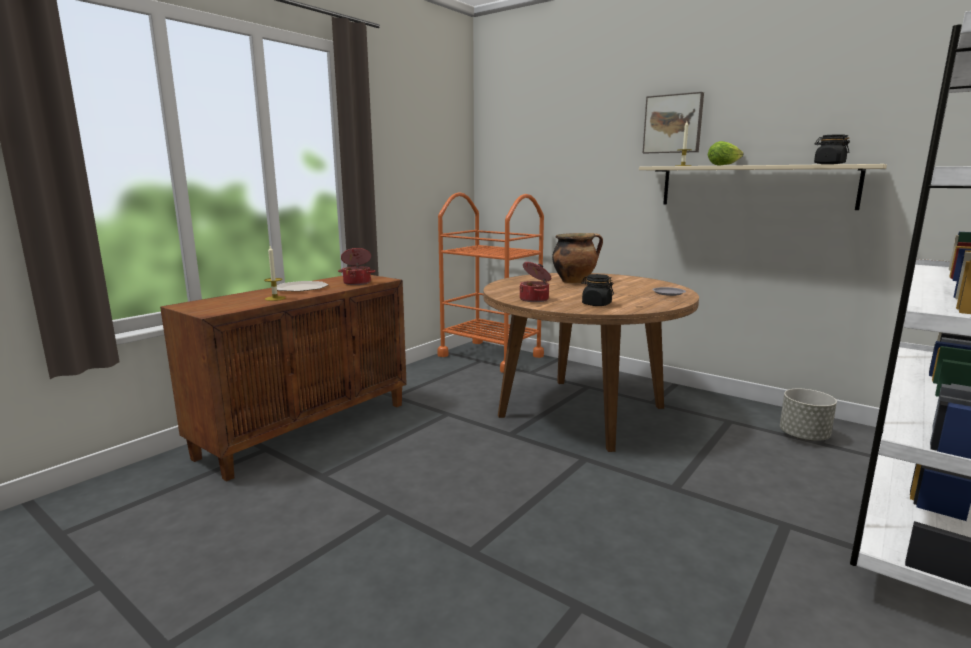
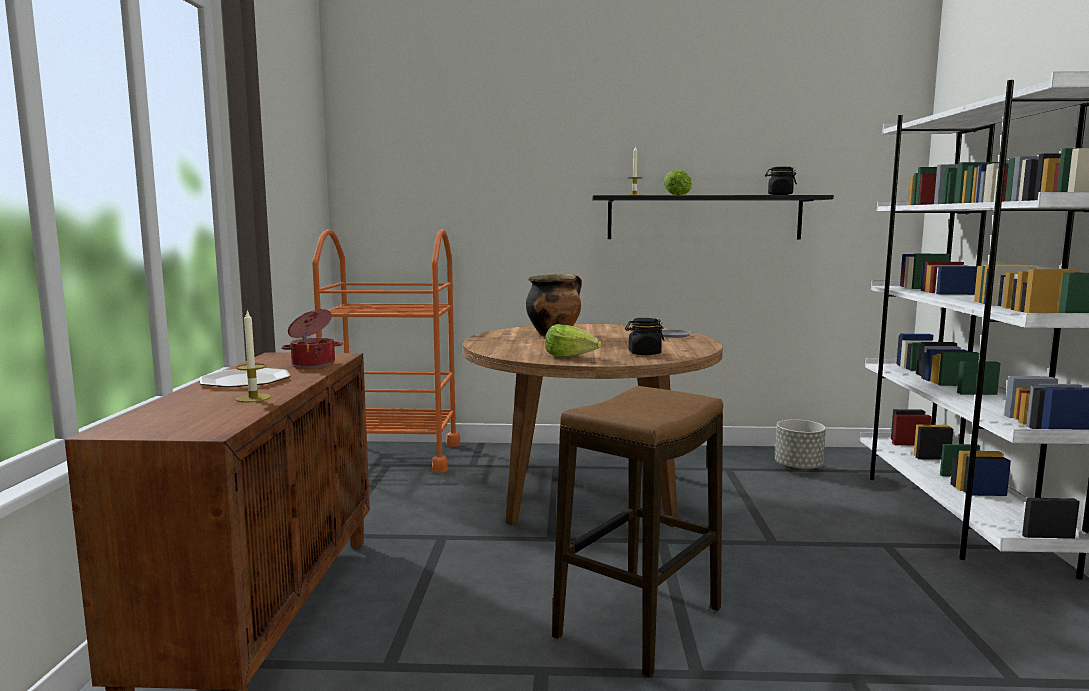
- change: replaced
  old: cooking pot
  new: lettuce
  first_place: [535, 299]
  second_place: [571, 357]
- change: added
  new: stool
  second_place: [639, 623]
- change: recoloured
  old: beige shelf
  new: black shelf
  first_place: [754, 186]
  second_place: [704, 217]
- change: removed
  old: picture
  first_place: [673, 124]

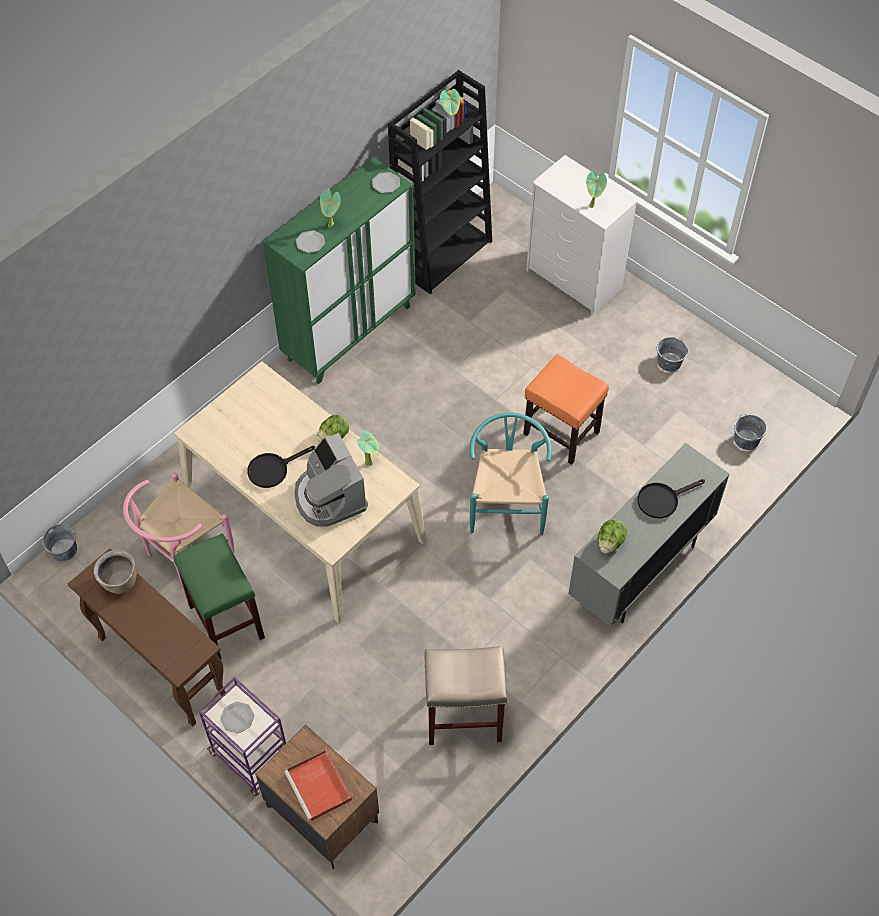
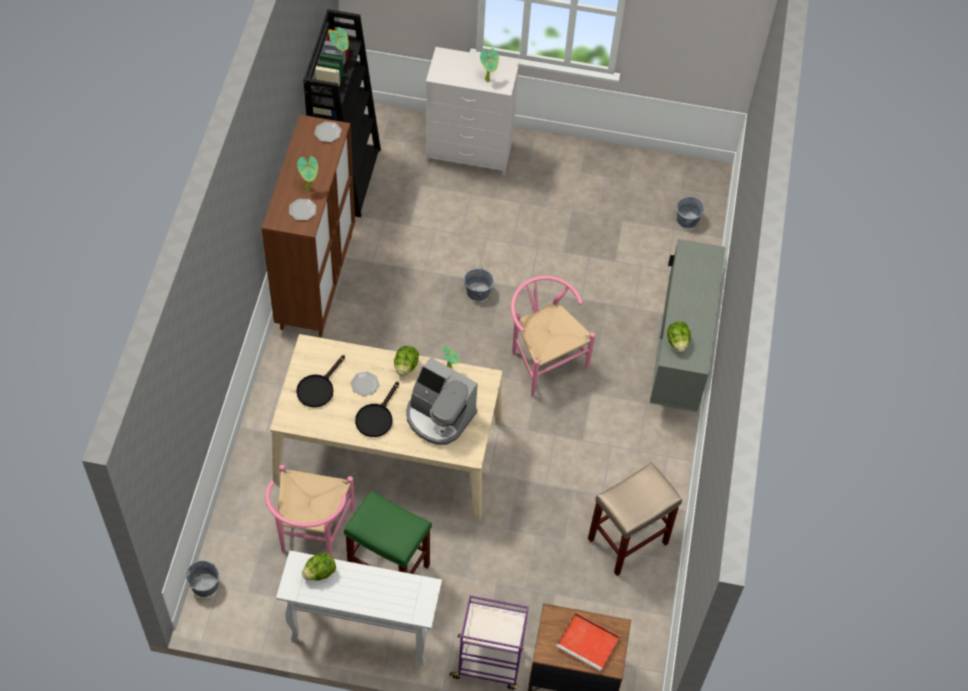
- change: recoloured
  old: green cabinet
  new: brown cabinet
  first_place: [349, 332]
  second_place: [316, 281]
- change: recoloured
  old: brown console table
  new: white console table
  first_place: [161, 665]
  second_place: [361, 633]
- change: moved
  old: black frying pan
  first_place: [662, 499]
  second_place: [318, 388]
- change: replaced
  old: brown cooking pot
  new: lettuce
  first_place: [120, 582]
  second_place: [320, 572]
- change: moved
  old: plate
  first_place: [237, 718]
  second_place: [365, 384]
- change: moved
  old: grey bucket
  first_place: [669, 362]
  second_place: [478, 291]
- change: recoloured
  old: turquoise chair
  new: pink chair
  first_place: [506, 503]
  second_place: [543, 358]
- change: removed
  old: orange stool
  first_place: [560, 433]

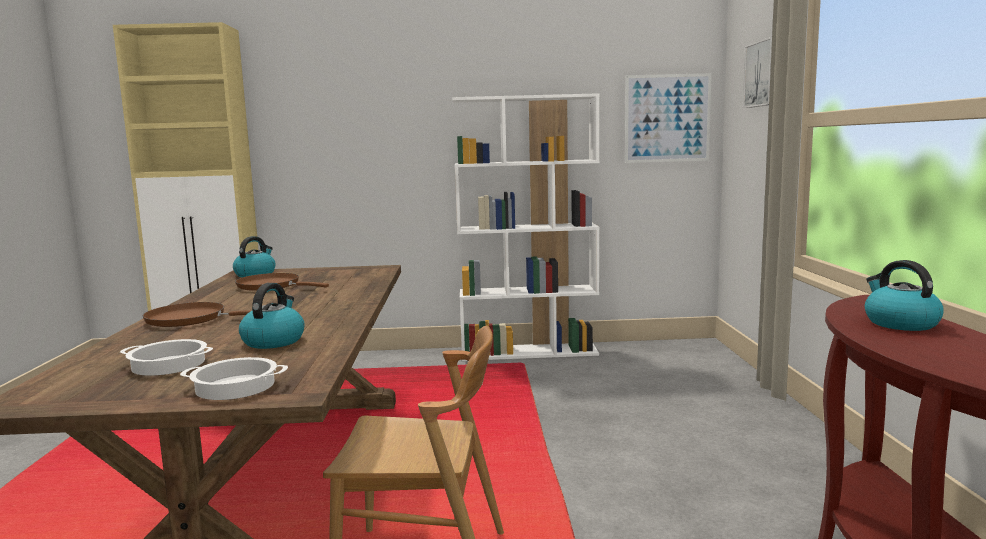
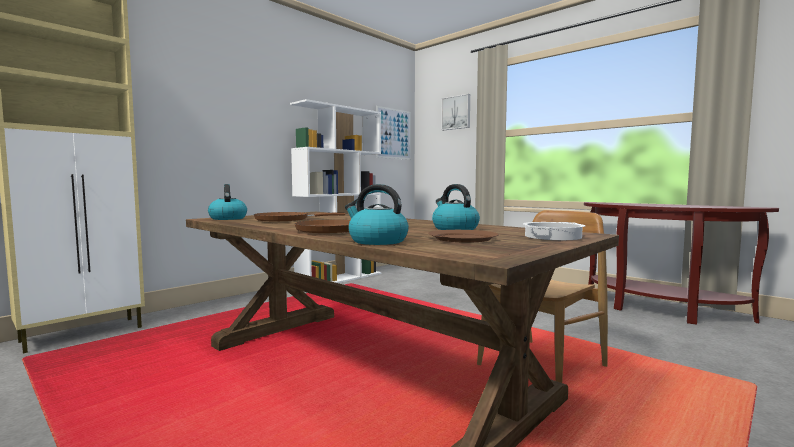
- change: moved
  old: kettle
  first_place: [899, 323]
  second_place: [377, 241]
- change: replaced
  old: cooking pot
  new: brown plate
  first_place: [169, 364]
  second_place: [463, 238]

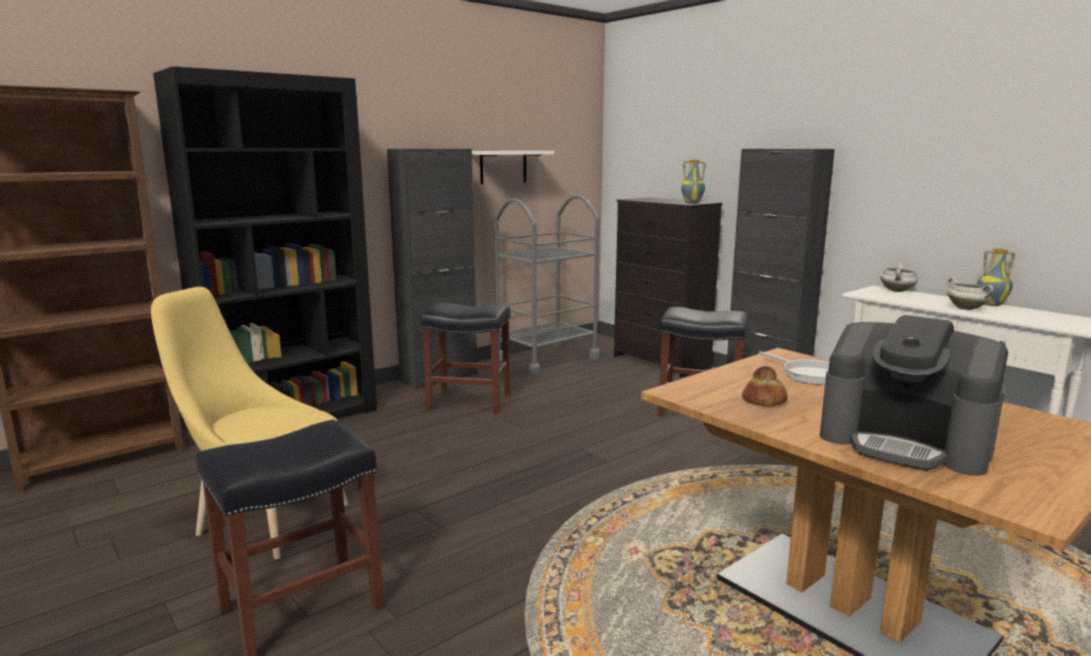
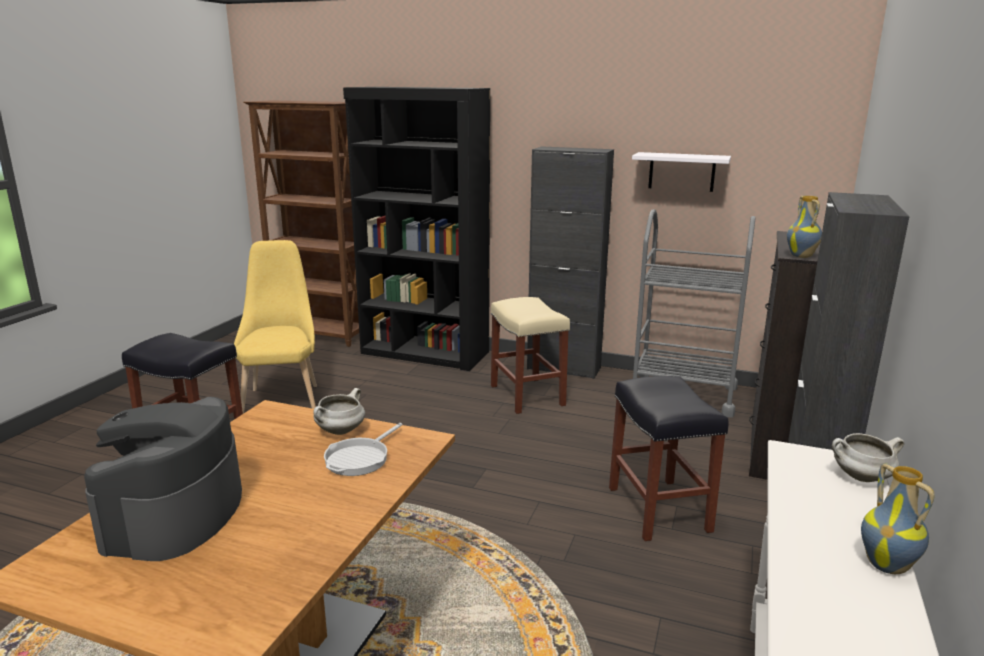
- change: moved
  old: white cooking pot
  first_place: [967, 309]
  second_place: [340, 431]
- change: recoloured
  old: black stool
  new: beige stool
  first_place: [470, 402]
  second_place: [528, 396]
- change: removed
  old: bread
  first_place: [765, 400]

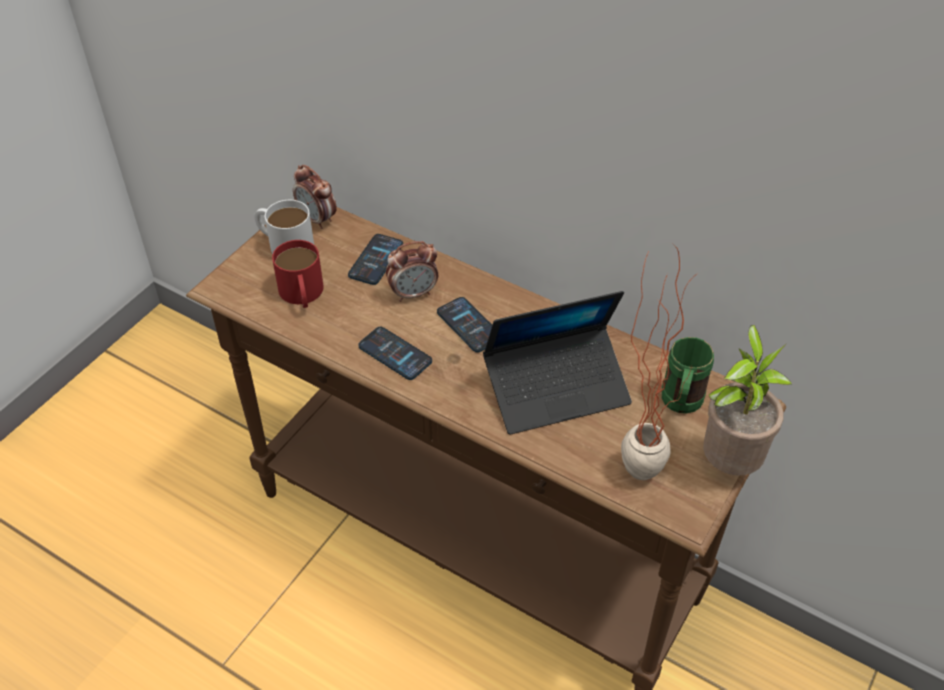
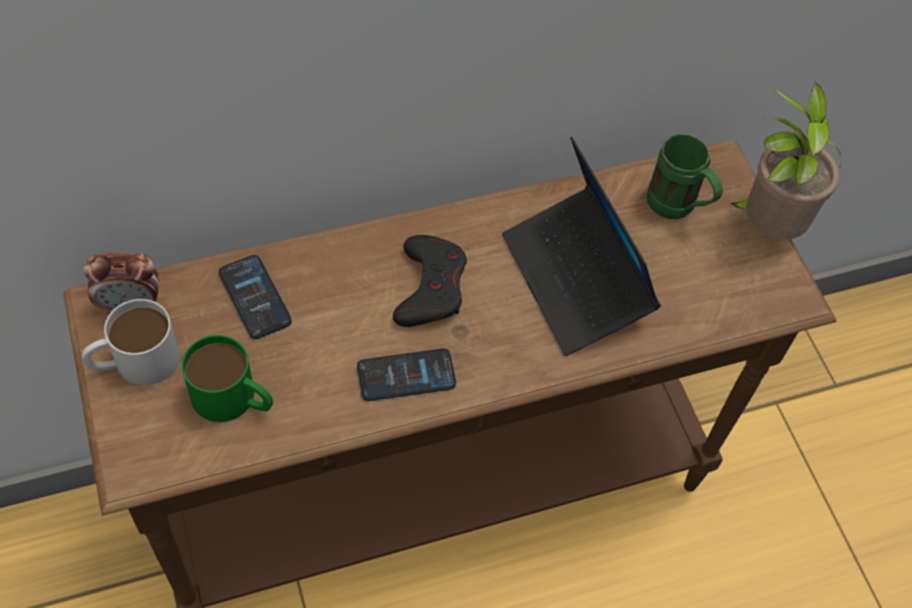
- change: recoloured
  old: red mug
  new: green mug
  first_place: [302, 295]
  second_place: [234, 399]
- change: replaced
  old: phone
  new: black game controller
  first_place: [469, 325]
  second_place: [430, 287]
- change: turned
  old: laptop
  first_place: [556, 388]
  second_place: [576, 280]
  degrees: 135
- change: removed
  old: alarm clock
  first_place: [413, 293]
- change: removed
  old: potted plant
  first_place: [640, 459]

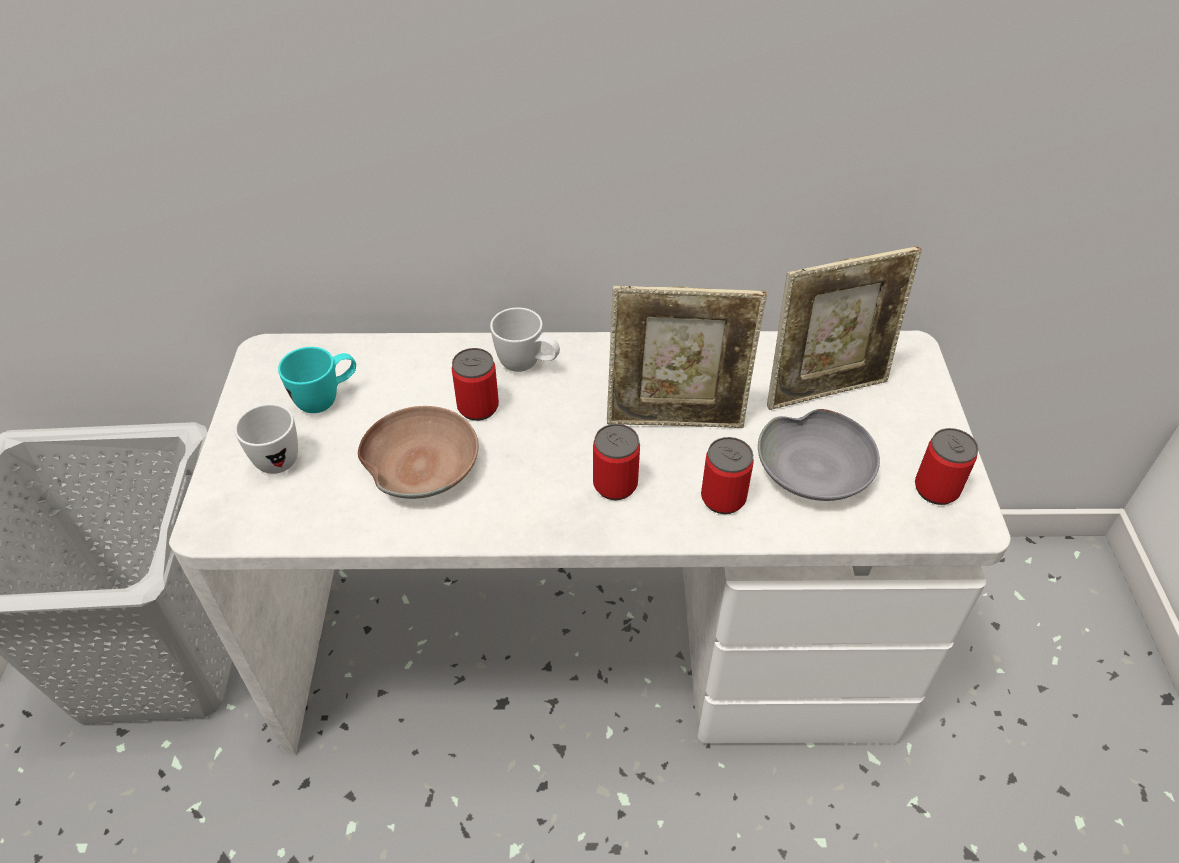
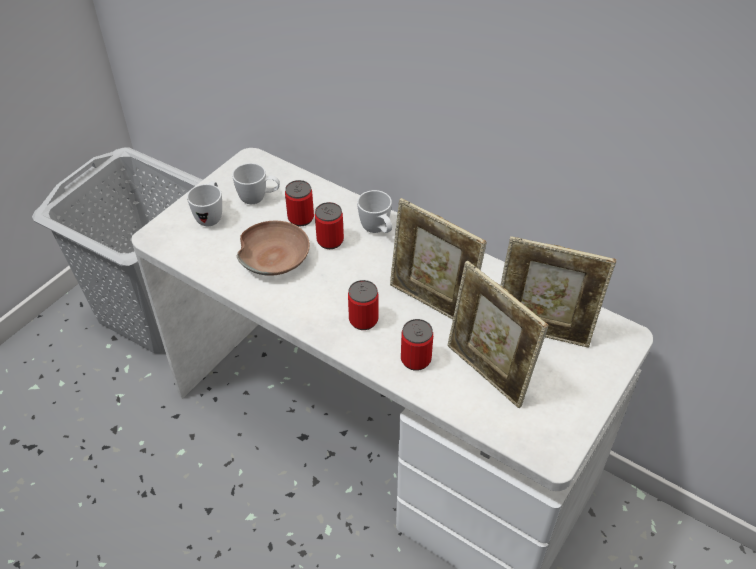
- change: recoloured
  old: turquoise mug
  new: white mug
  first_place: [327, 399]
  second_place: [259, 199]
- change: moved
  old: can
  first_place: [936, 489]
  second_place: [301, 218]
- change: replaced
  old: grey bowl
  new: picture frame
  first_place: [816, 469]
  second_place: [487, 374]

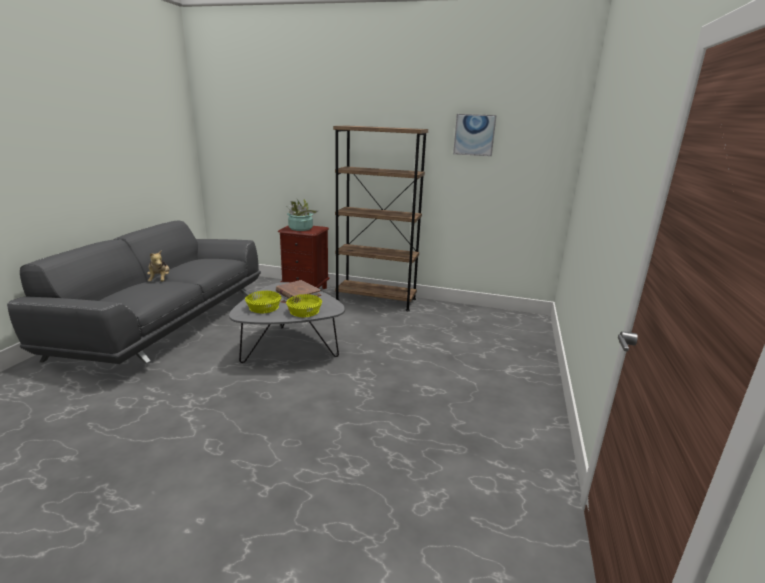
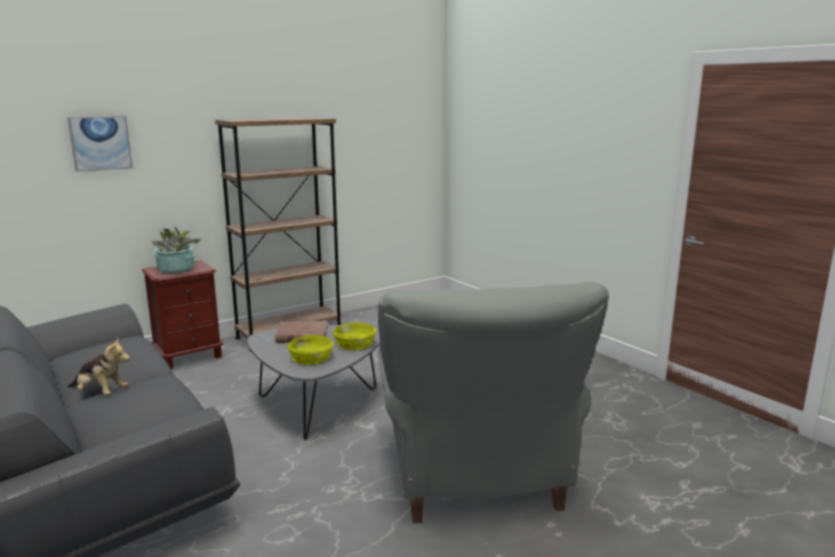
- change: moved
  old: picture
  first_place: [474, 135]
  second_place: [100, 143]
- change: added
  new: grey armchair
  second_place: [475, 477]

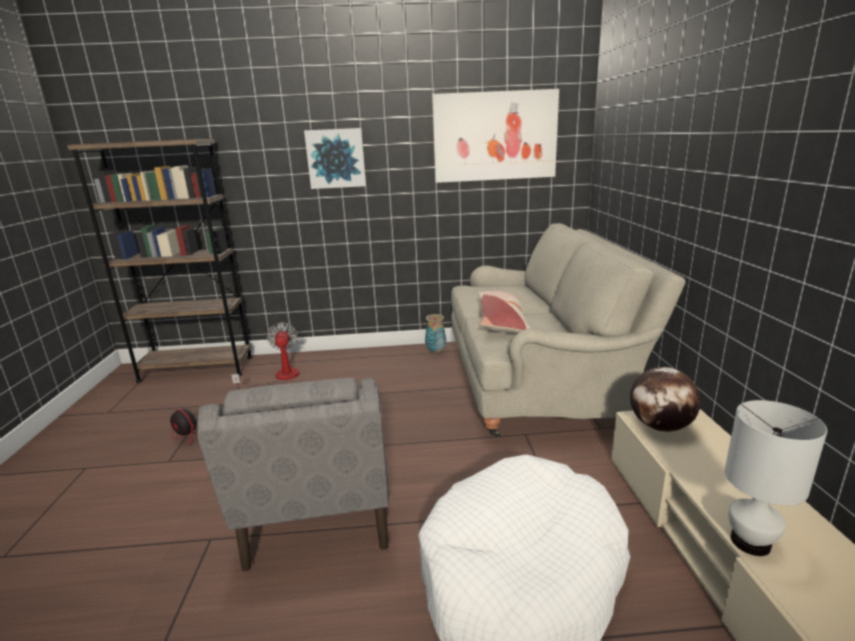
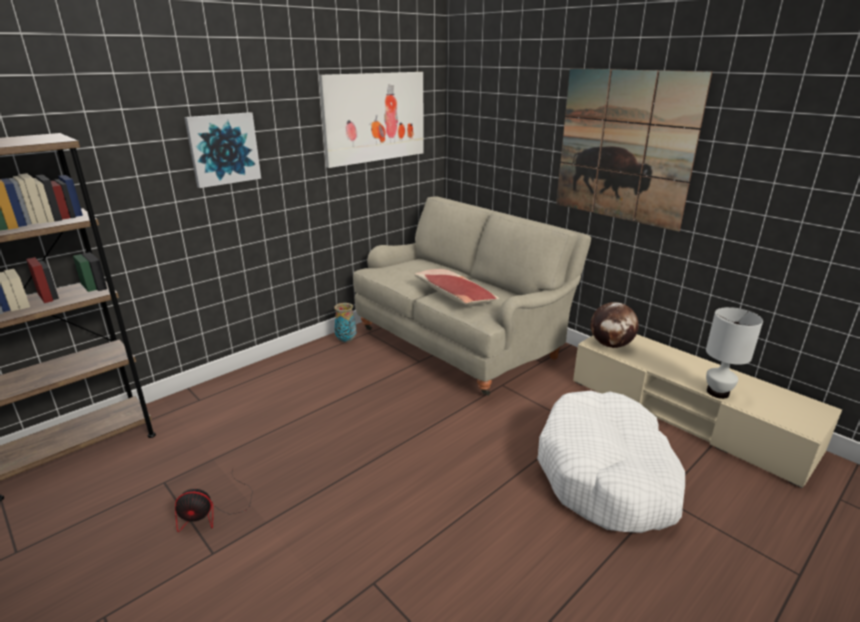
- change: added
  new: picture
  second_place: [624, 147]
- change: removed
  old: grey armchair
  first_place: [318, 510]
- change: removed
  old: fan
  first_place: [279, 378]

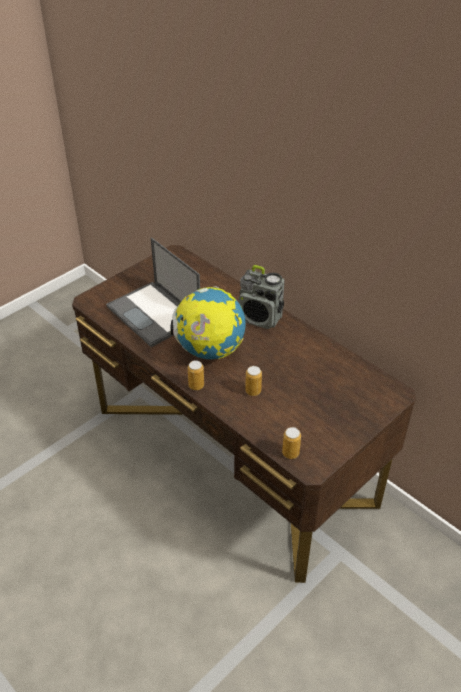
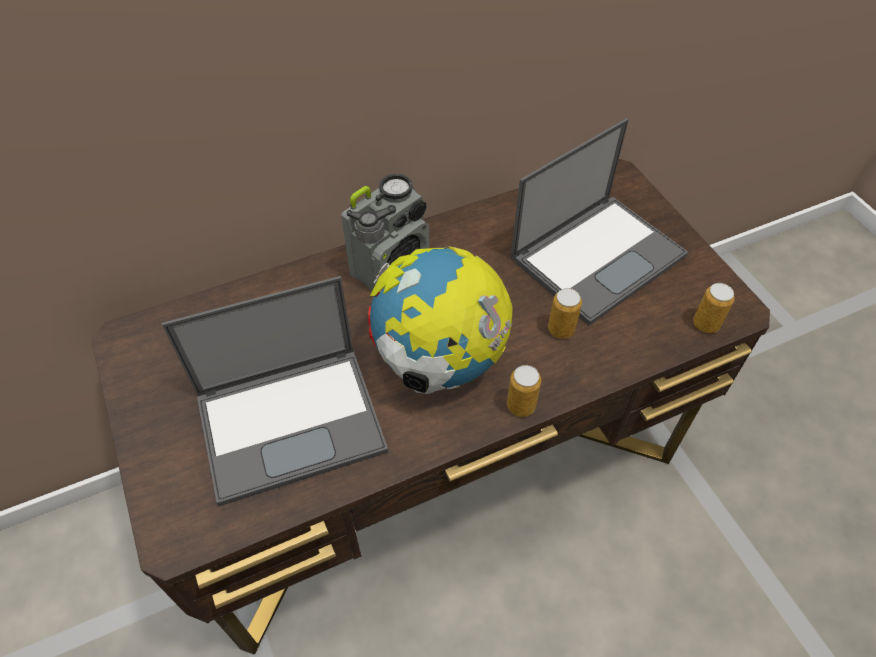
- change: added
  new: laptop
  second_place: [599, 255]

